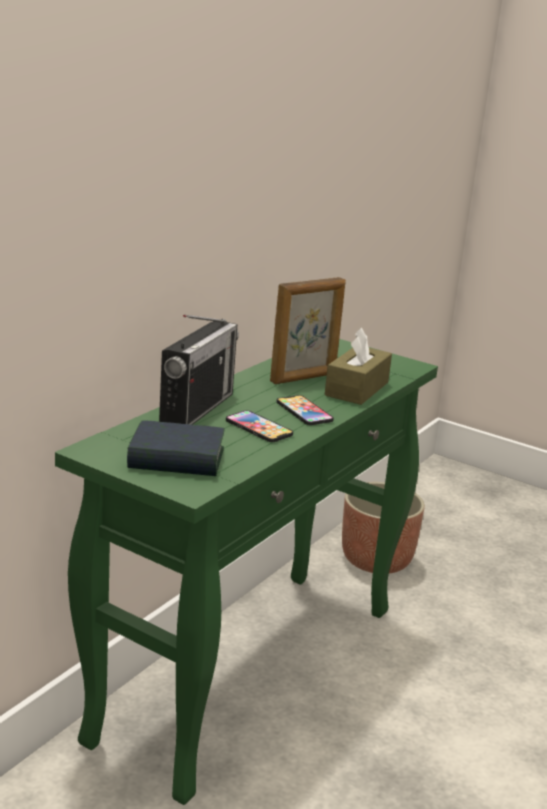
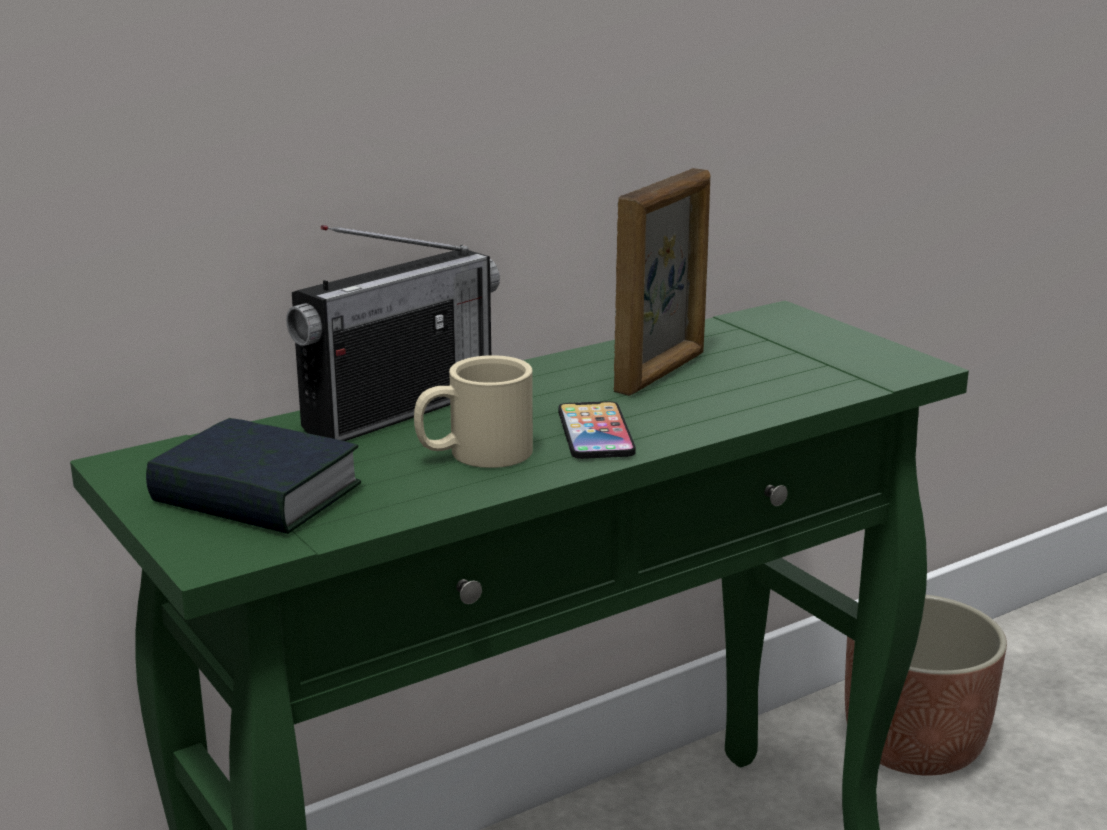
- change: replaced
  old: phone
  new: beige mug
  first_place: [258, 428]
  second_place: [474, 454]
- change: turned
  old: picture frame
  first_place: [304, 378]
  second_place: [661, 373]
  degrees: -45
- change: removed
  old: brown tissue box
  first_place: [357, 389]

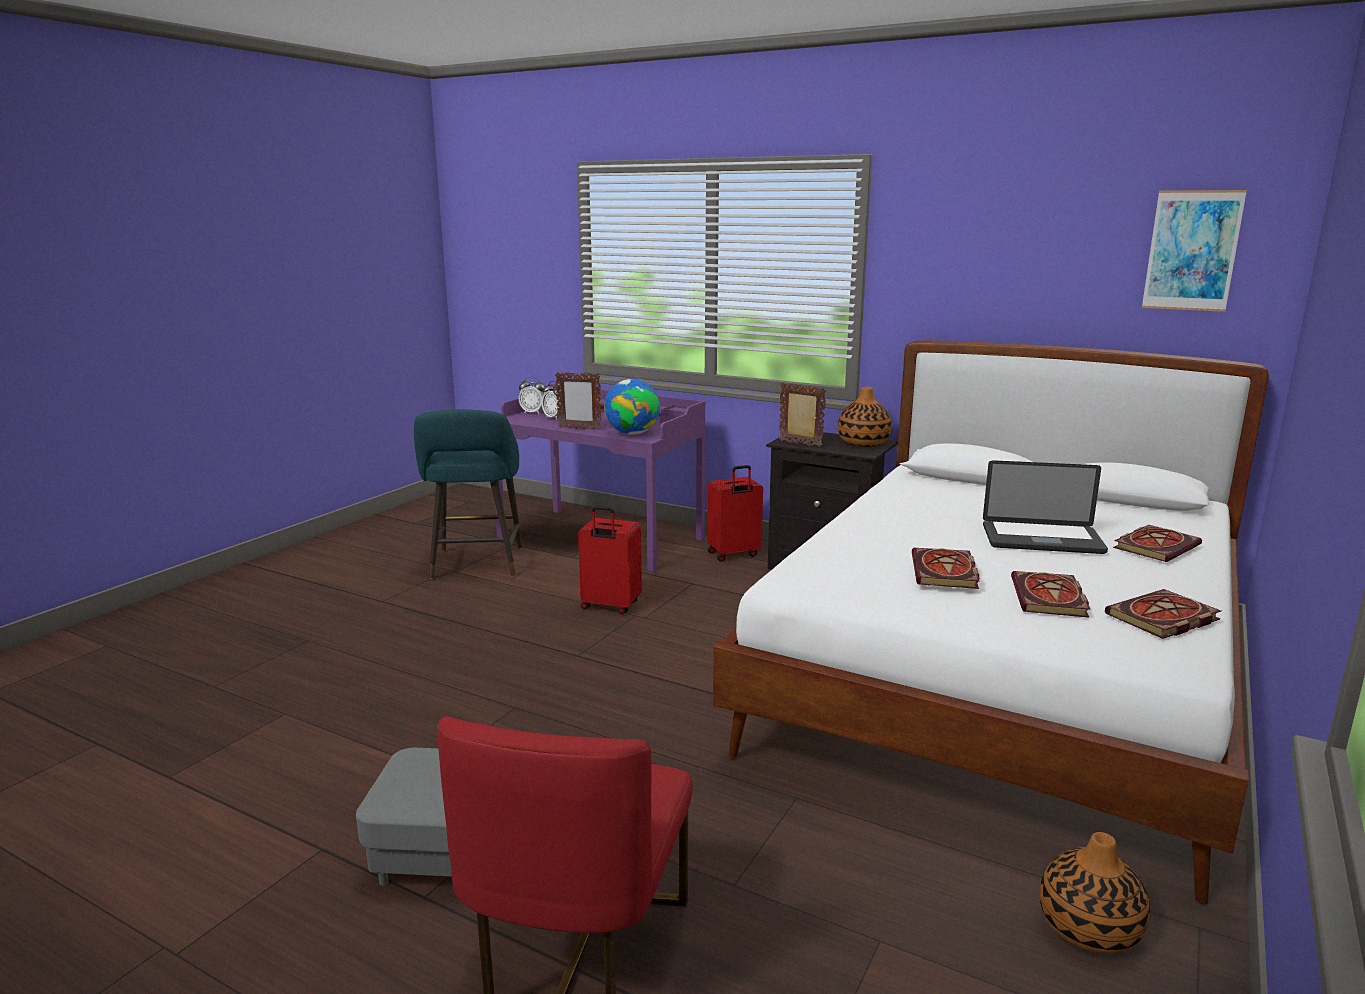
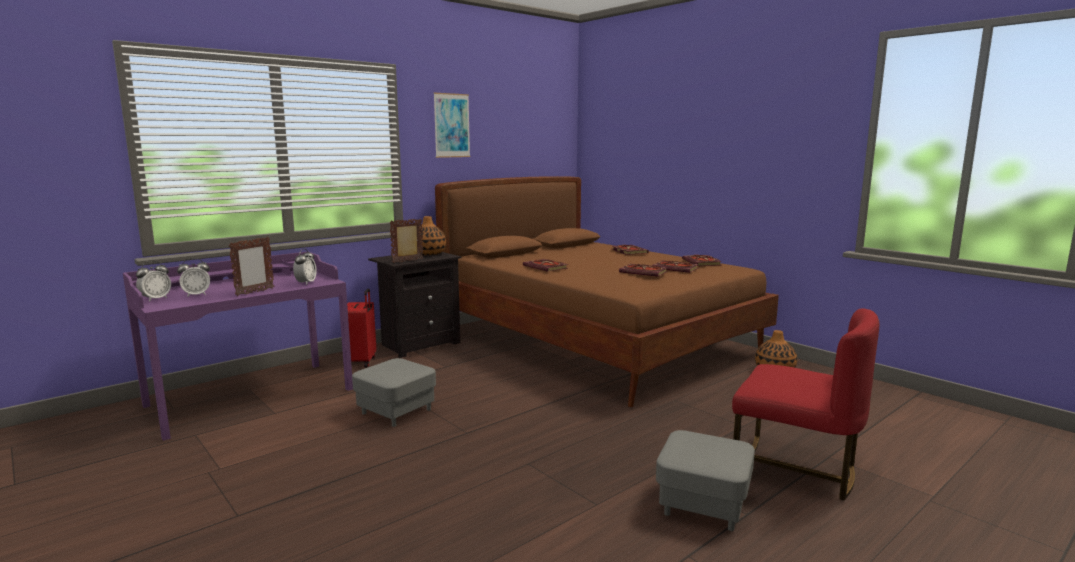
- change: replaced
  old: globe
  new: alarm clock
  first_place: [632, 433]
  second_place: [306, 283]
- change: replaced
  old: red suitcase
  new: grey ottoman
  first_place: [610, 606]
  second_place: [396, 411]
- change: moved
  old: picture
  first_place: [1192, 250]
  second_place: [452, 125]
- change: recoloured
  old: white bed
  new: brown bed
  first_place: [1003, 686]
  second_place: [596, 342]
- change: added
  new: book
  second_place: [546, 267]
- change: removed
  old: turquoise stool
  first_place: [476, 565]
- change: removed
  old: laptop
  first_place: [1042, 539]

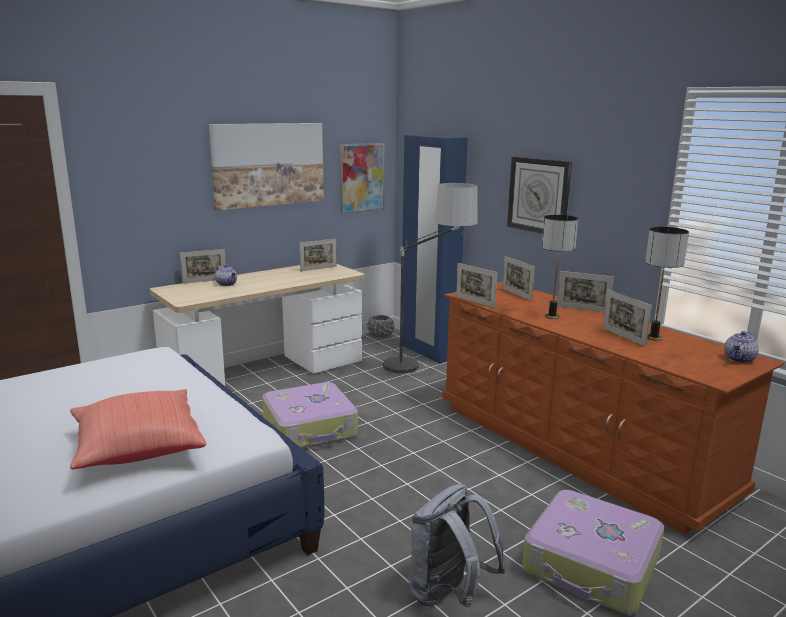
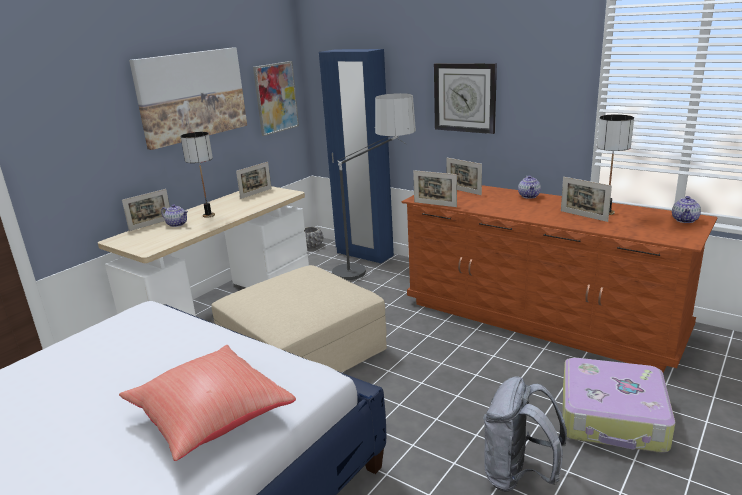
- change: moved
  old: table lamp
  first_place: [552, 316]
  second_place: [208, 215]
- change: replaced
  old: suitcase
  new: beige ottoman
  first_place: [310, 428]
  second_place: [302, 350]
- change: replaced
  old: picture frame
  new: teapot
  first_place: [582, 309]
  second_place: [529, 196]

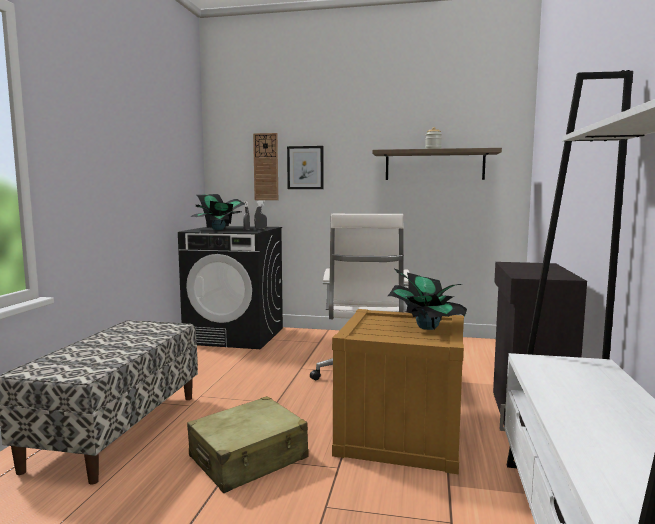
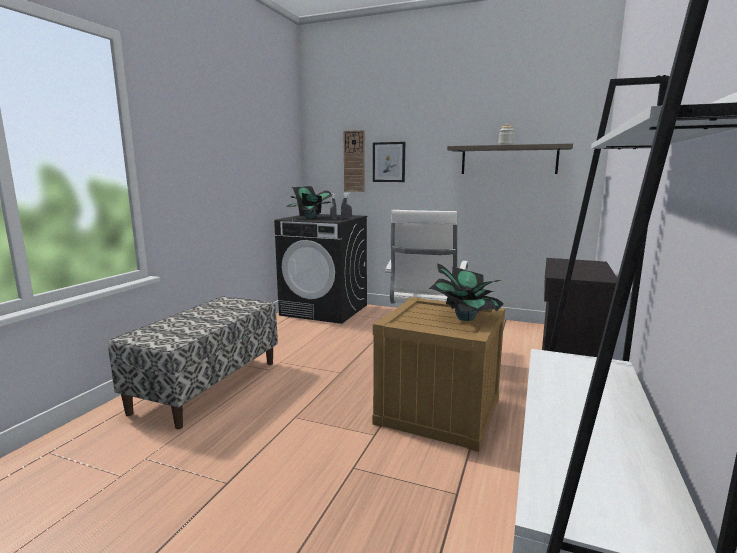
- change: removed
  old: beige suitcase
  first_place: [249, 458]

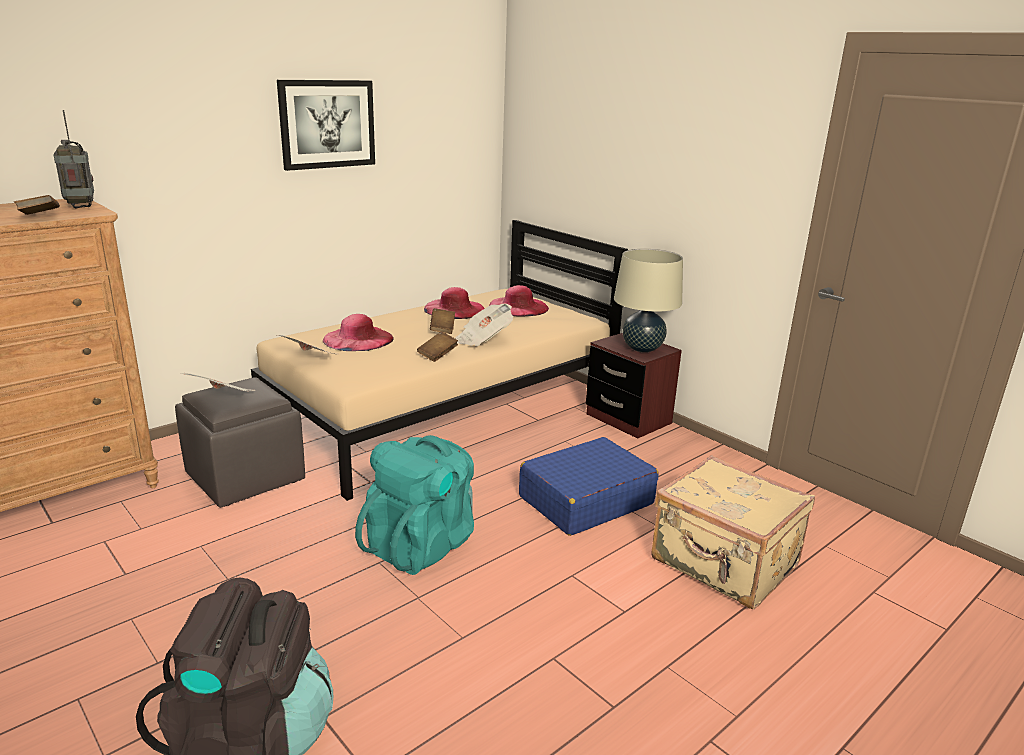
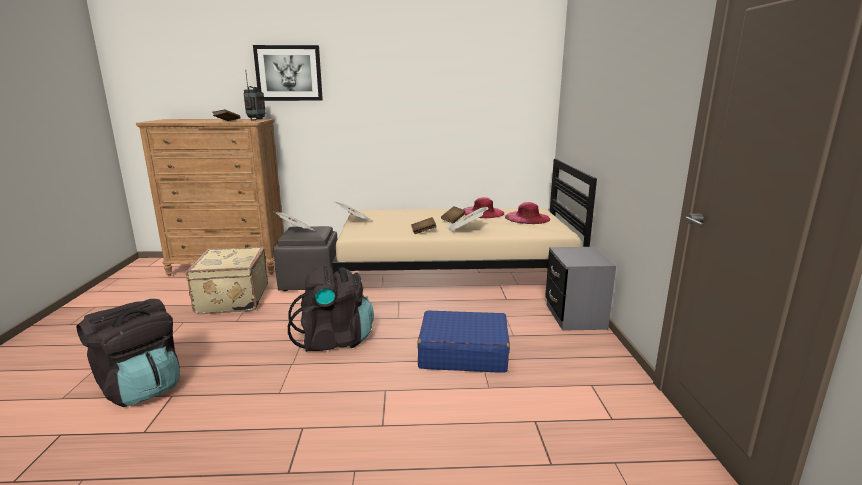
- change: moved
  old: beige suitcase
  first_place: [724, 564]
  second_place: [231, 300]
- change: moved
  old: picture
  first_place: [327, 124]
  second_place: [288, 73]
- change: recoloured
  old: turquoise backpack
  new: black backpack
  first_place: [422, 544]
  second_place: [334, 340]
- change: recoloured
  old: brown nightstand
  new: grey nightstand
  first_place: [628, 419]
  second_place: [575, 317]
- change: removed
  old: pink hat
  first_place: [358, 339]
- change: removed
  old: beige table lamp
  first_place: [642, 348]

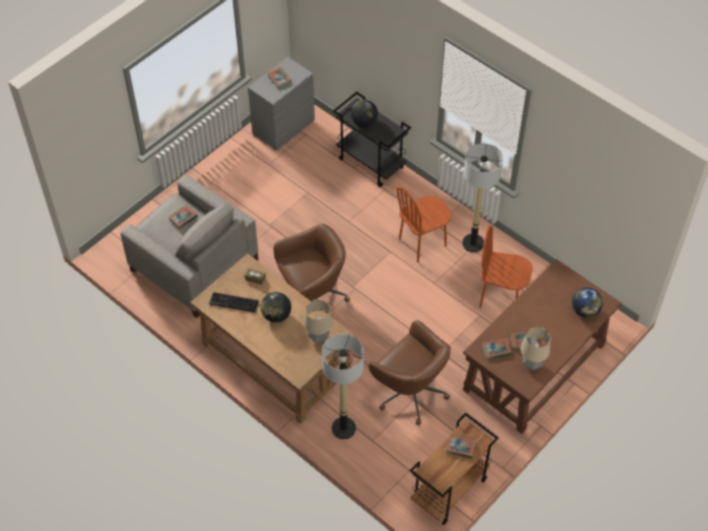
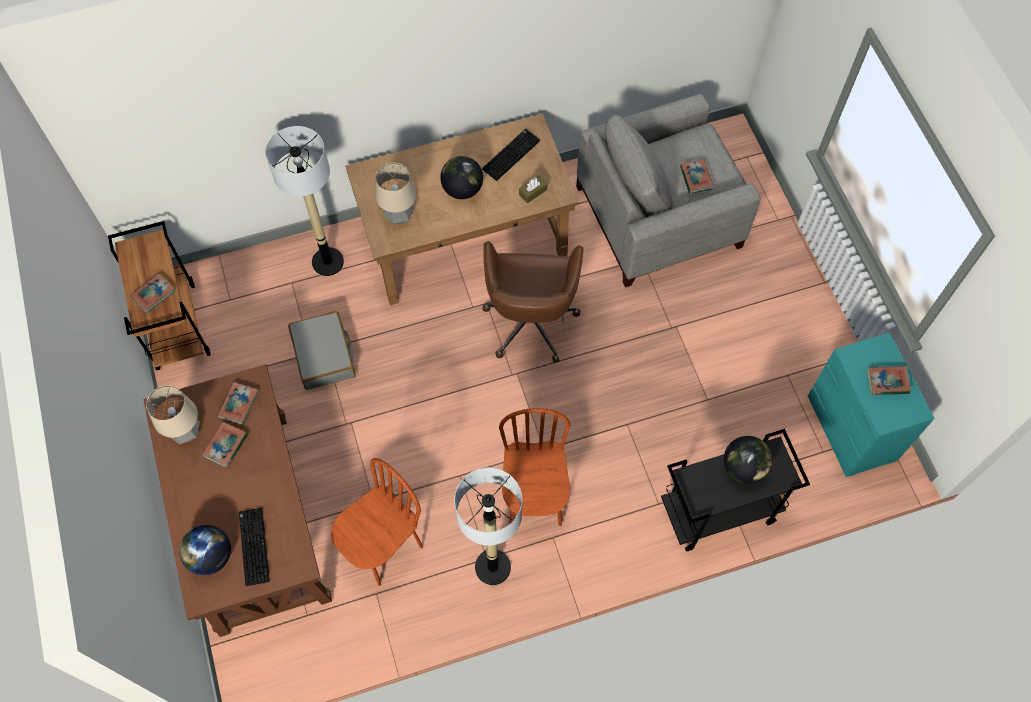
- change: added
  new: keyboard
  second_place: [253, 546]
- change: replaced
  old: brown office chair
  new: grey suitcase
  first_place: [410, 391]
  second_place: [324, 355]
- change: recoloured
  old: grey dresser
  new: turquoise dresser
  first_place: [284, 127]
  second_place: [851, 429]

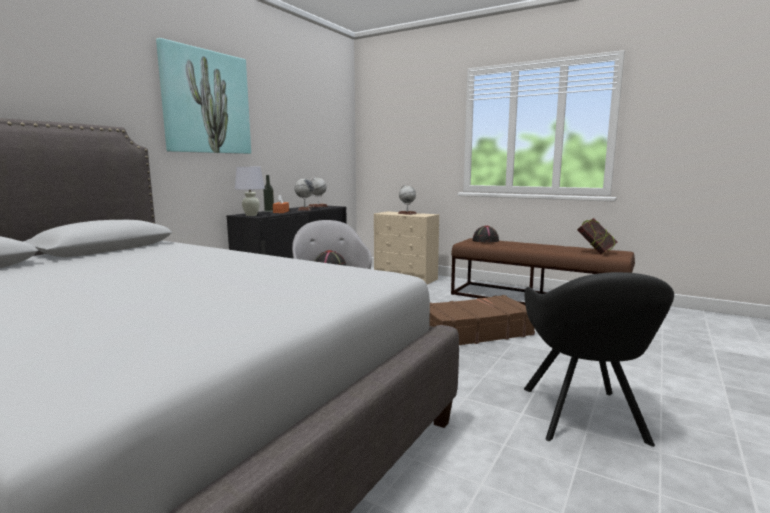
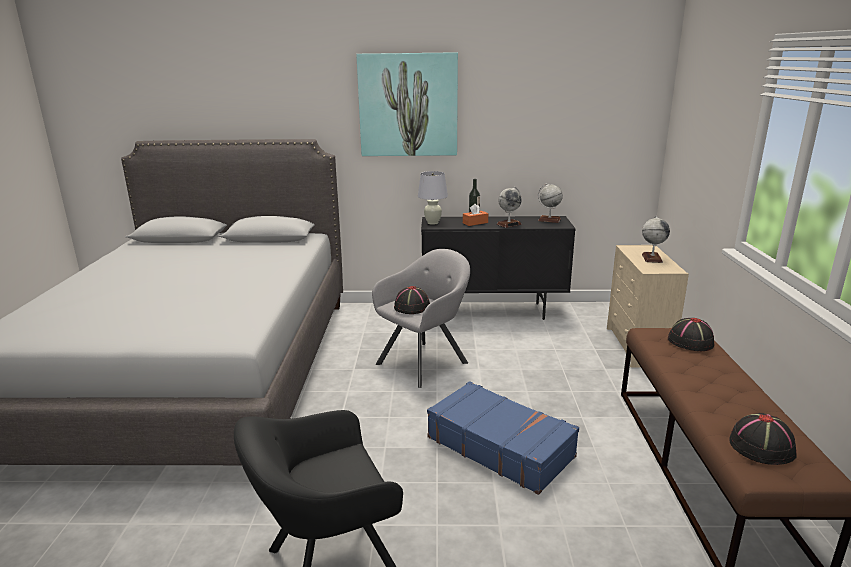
- change: recoloured
  old: brown suitcase
  new: blue suitcase
  first_place: [474, 332]
  second_place: [500, 446]
- change: replaced
  old: book
  new: black hat
  first_place: [595, 252]
  second_place: [762, 446]

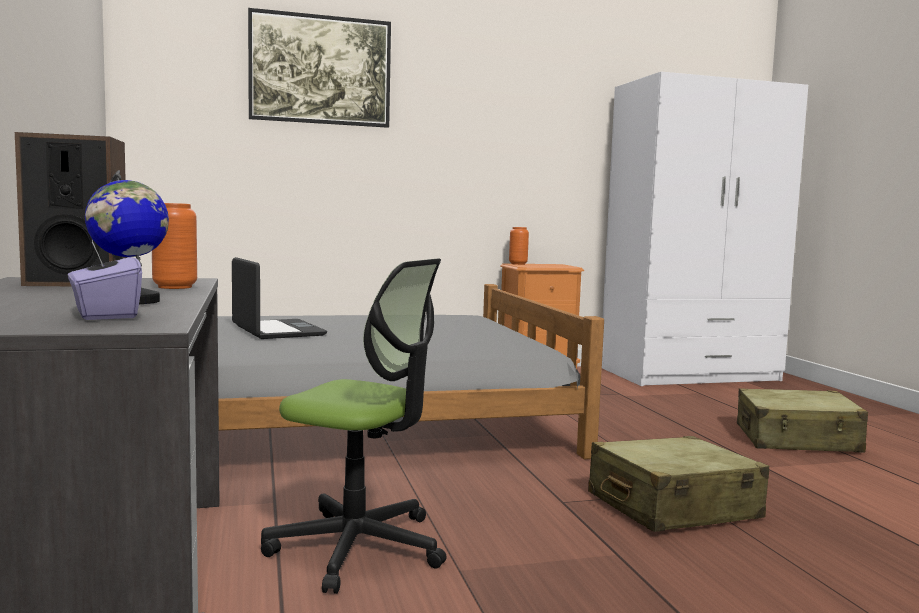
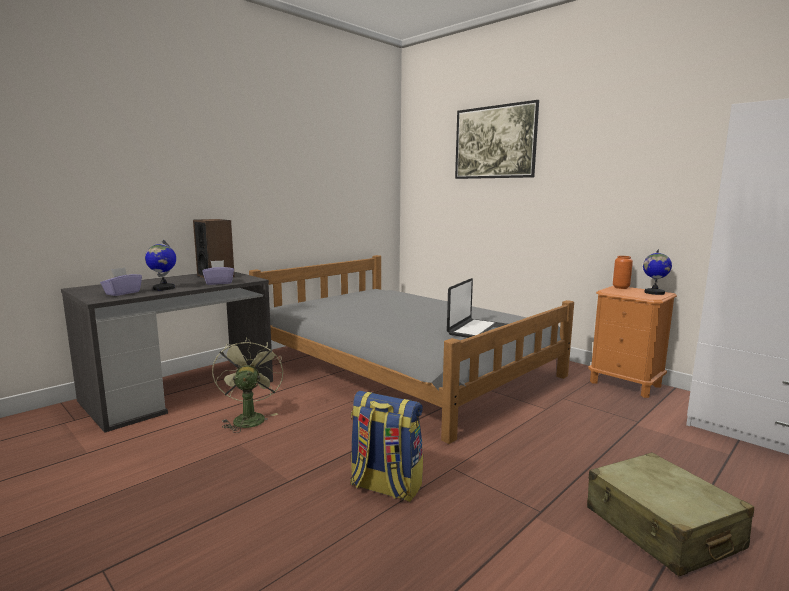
- change: replaced
  old: orange vase
  new: purple tissue box
  first_place: [175, 287]
  second_place: [218, 283]
- change: replaced
  old: office chair
  new: green fan
  first_place: [358, 547]
  second_place: [248, 418]
- change: replaced
  old: beige suitcase
  new: backpack
  first_place: [672, 507]
  second_place: [385, 487]
- change: moved
  old: laptop
  first_place: [277, 331]
  second_place: [478, 331]
- change: added
  new: globe
  second_place: [654, 293]

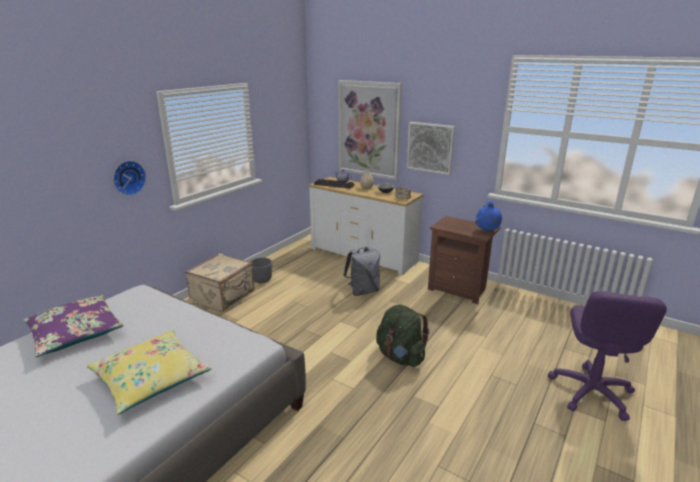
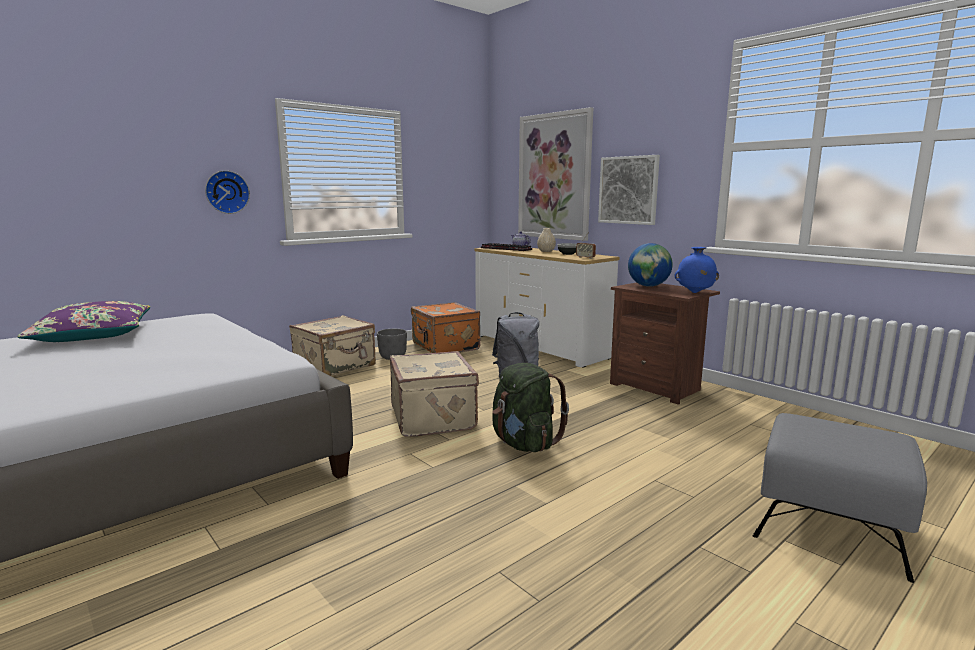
- change: added
  new: beige suitcase
  second_place: [434, 418]
- change: added
  new: orange suitcase
  second_place: [444, 347]
- change: added
  new: globe
  second_place: [648, 286]
- change: replaced
  old: purple office chair
  new: grey ottoman
  first_place: [591, 392]
  second_place: [828, 523]
- change: removed
  old: yellow pillow
  first_place: [151, 378]

